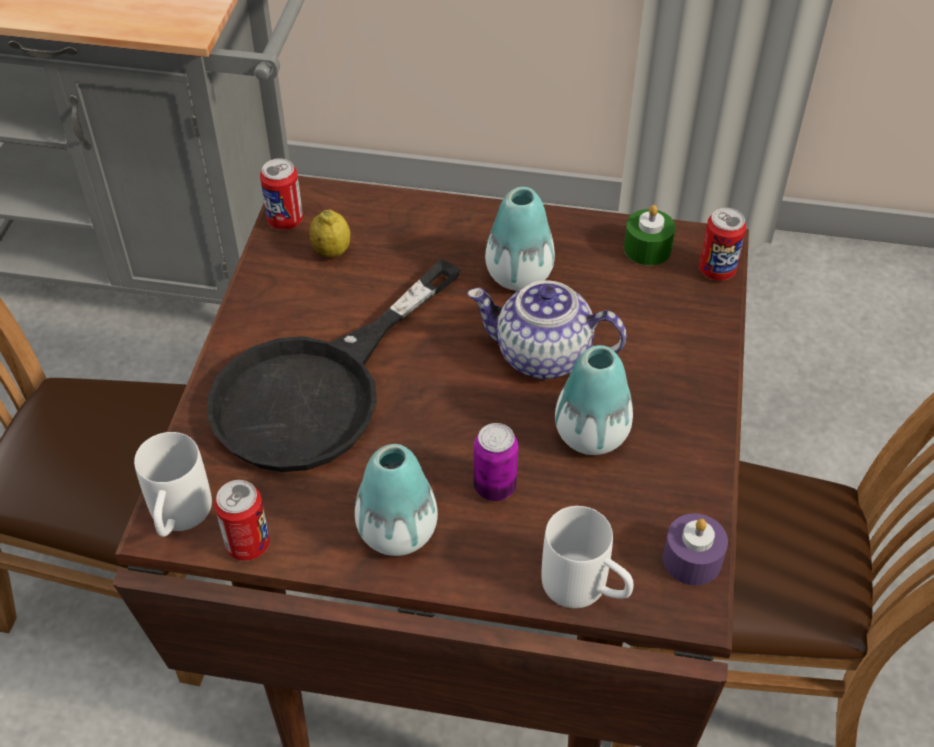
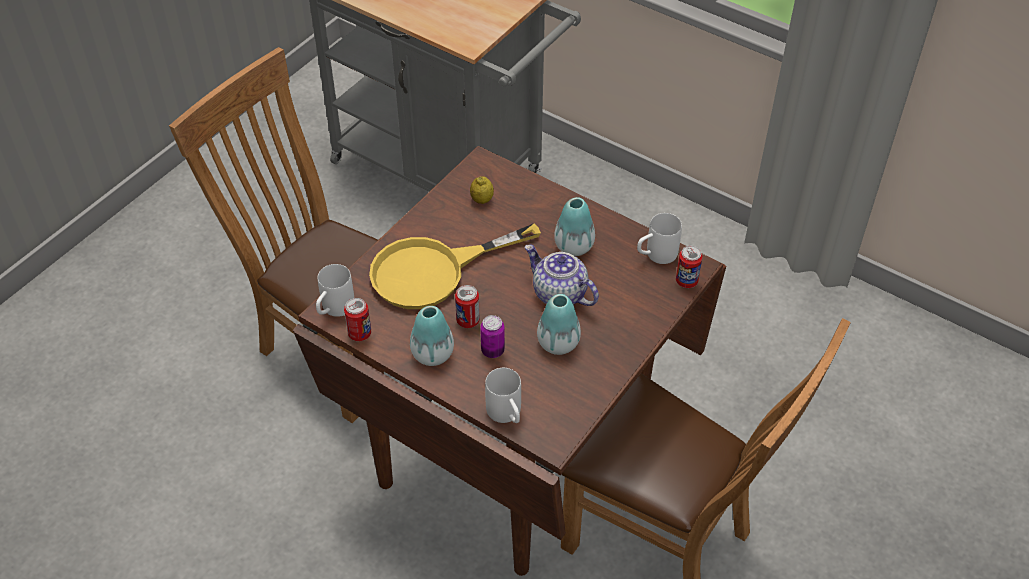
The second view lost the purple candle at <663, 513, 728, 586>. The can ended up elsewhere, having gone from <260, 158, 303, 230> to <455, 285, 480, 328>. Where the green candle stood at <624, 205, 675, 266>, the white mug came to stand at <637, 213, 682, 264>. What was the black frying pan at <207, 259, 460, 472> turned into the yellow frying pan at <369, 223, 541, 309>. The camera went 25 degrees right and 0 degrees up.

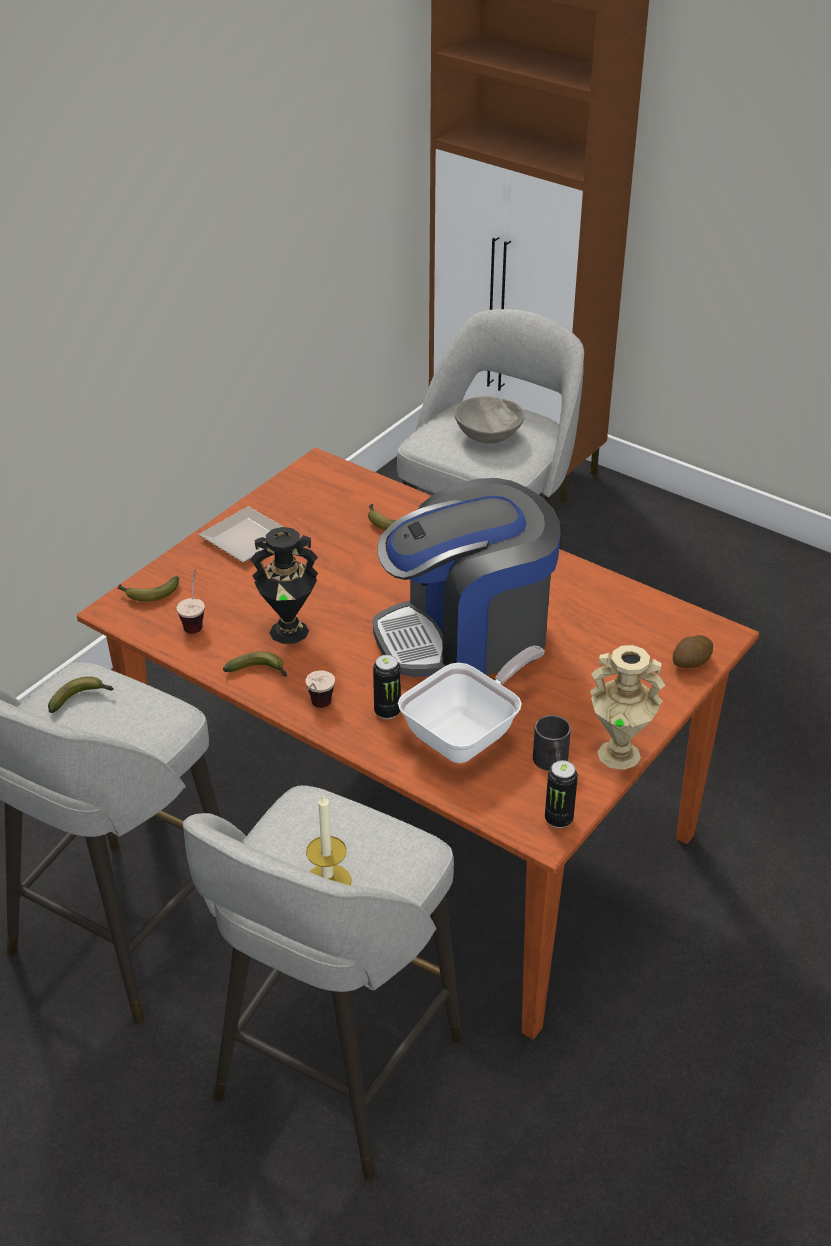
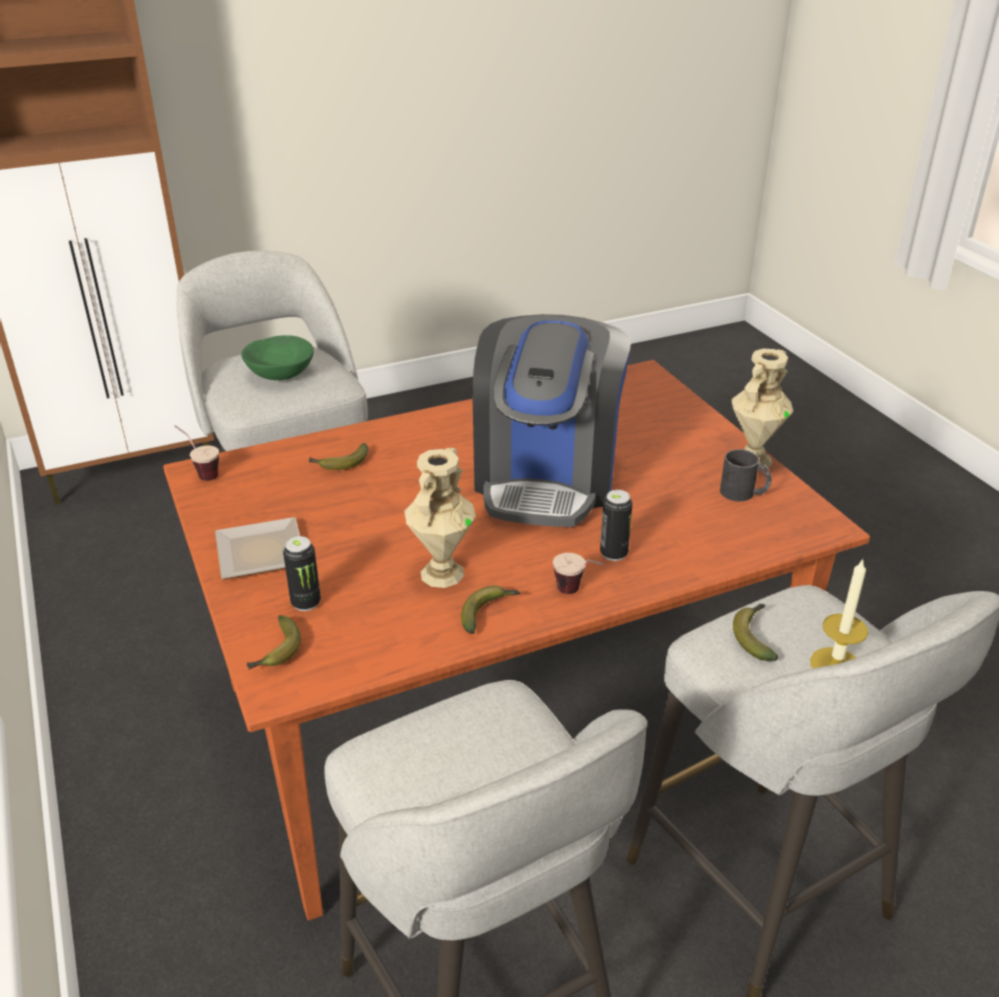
The second view lost the frying pan at <398, 646, 545, 763>. The second view lost the potato at <673, 635, 713, 668>. The banana ended up elsewhere, having gone from <48, 676, 113, 713> to <733, 604, 778, 661>. The cup ended up elsewhere, having gone from <177, 569, 205, 633> to <174, 425, 219, 481>. The can ended up elsewhere, having gone from <545, 760, 578, 828> to <283, 536, 321, 611>. What was the black vase at <250, 527, 318, 644> turned into the beige vase at <404, 448, 476, 588>. What was the grey bowl at <455, 396, 525, 443> turned into the green bowl at <241, 335, 314, 380>. The camera went 60 degrees left and 5 degrees down.

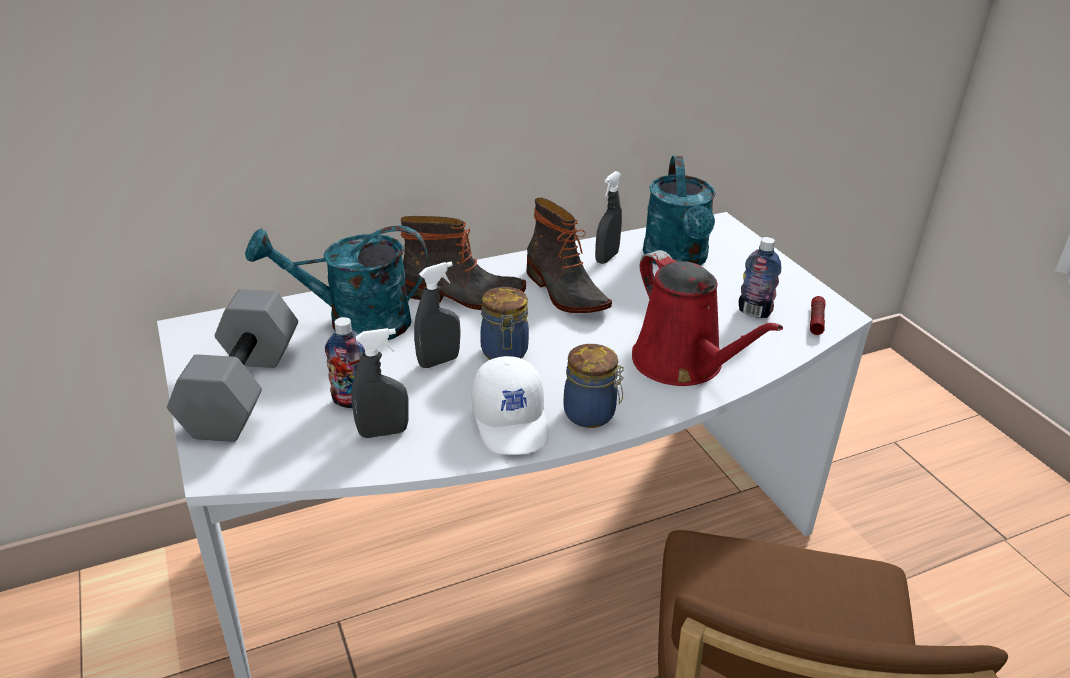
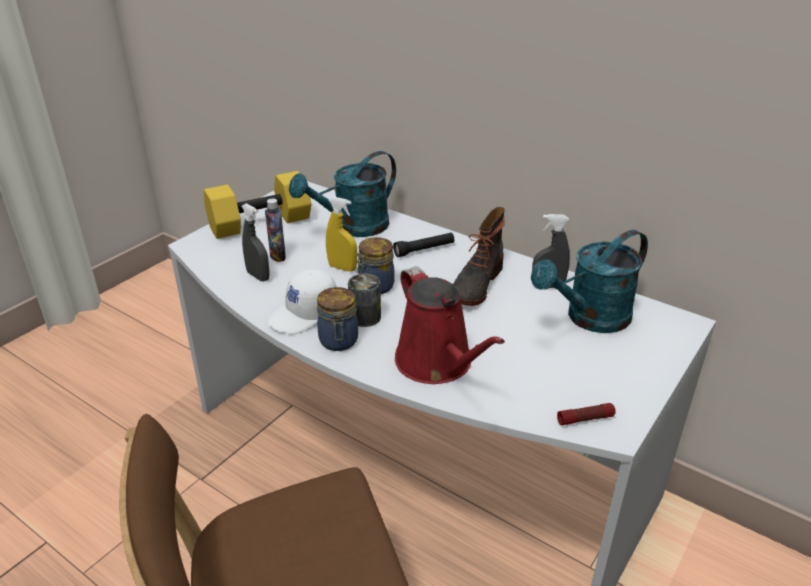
The second view lost the bottle at <739, 237, 781, 318>. The second view gained the can at <348, 273, 381, 327>. Where the boot stood at <401, 216, 526, 310>, the black flashlight came to stand at <393, 233, 454, 257>. What was the grey dumbbell at <167, 289, 298, 442> turned into the yellow dumbbell at <204, 171, 311, 239>. What was the grey spray bottle at <414, 262, 461, 368> turned into the yellow spray bottle at <326, 197, 357, 272>. The turquoise watering can at <245, 226, 428, 340> ended up facing another way, 90 degrees counterclockwise from before. The red watering can at <632, 250, 783, 386> ended up facing another way, 60 degrees counterclockwise from before. The camera went 60 degrees right and 0 degrees up.

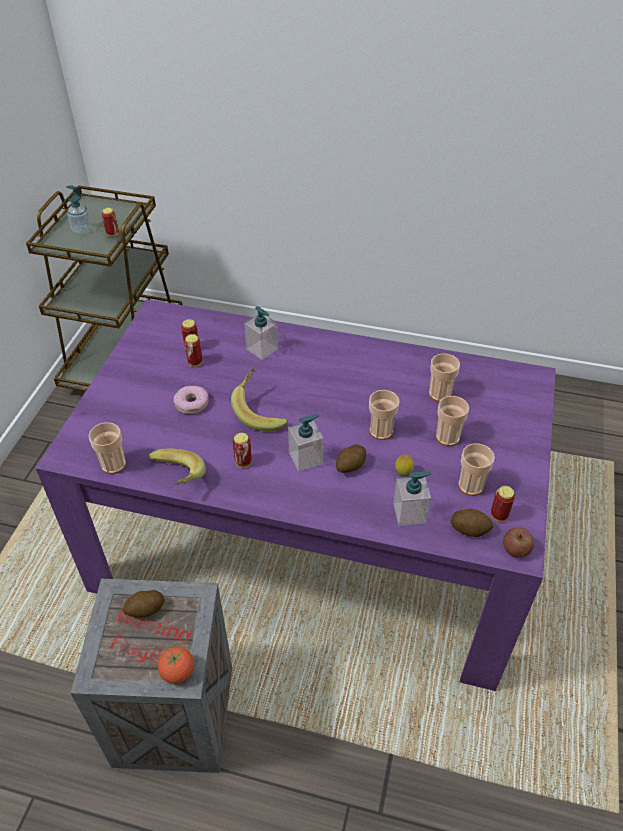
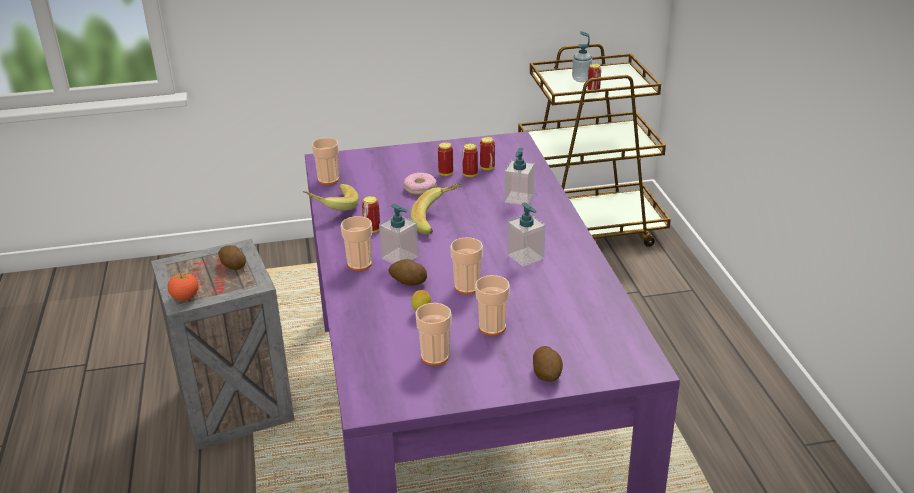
The second view lost the apple at <503, 527, 534, 558>. The soap dispenser ended up elsewhere, having gone from <393, 472, 431, 526> to <508, 202, 545, 266>. The cup ended up elsewhere, having gone from <429, 354, 460, 402> to <341, 216, 372, 271>. The potato ended up elsewhere, having gone from <451, 509, 493, 537> to <533, 346, 563, 381>. The can ended up elsewhere, having gone from <491, 486, 515, 522> to <438, 142, 453, 176>. The camera went 65 degrees right and 15 degrees down.

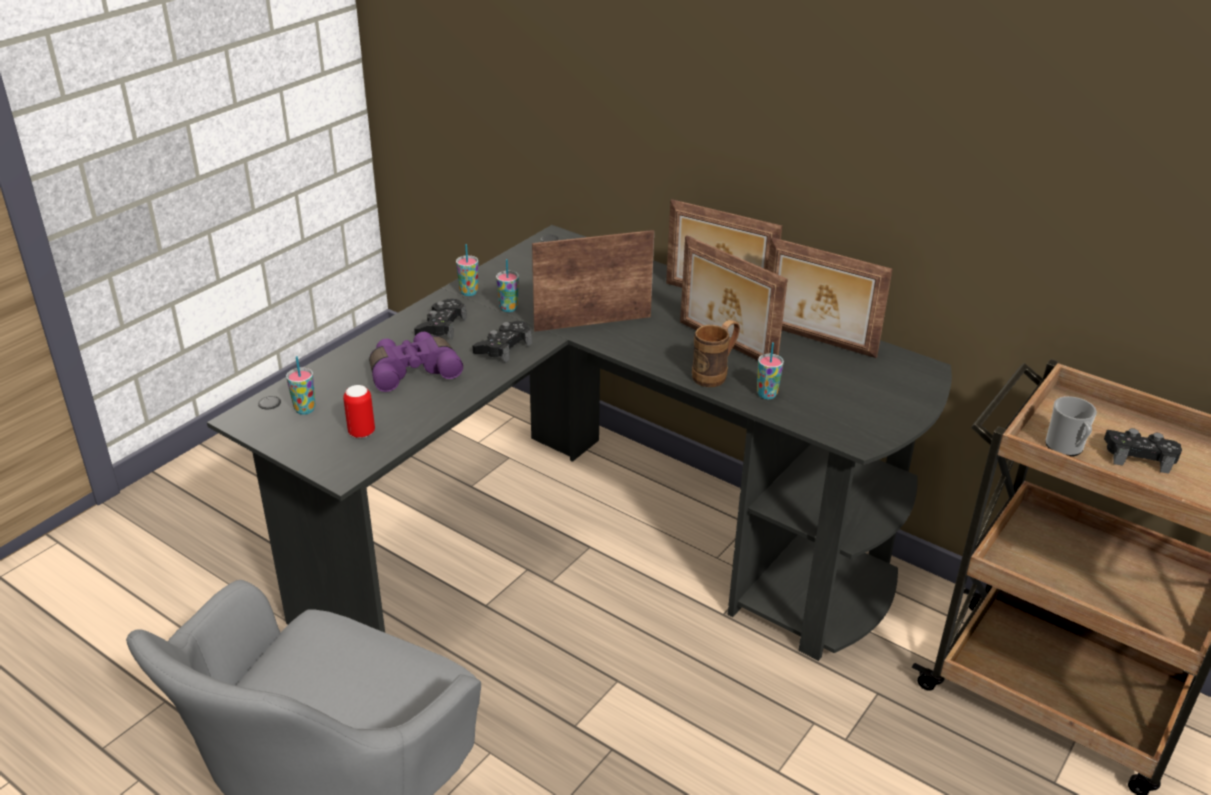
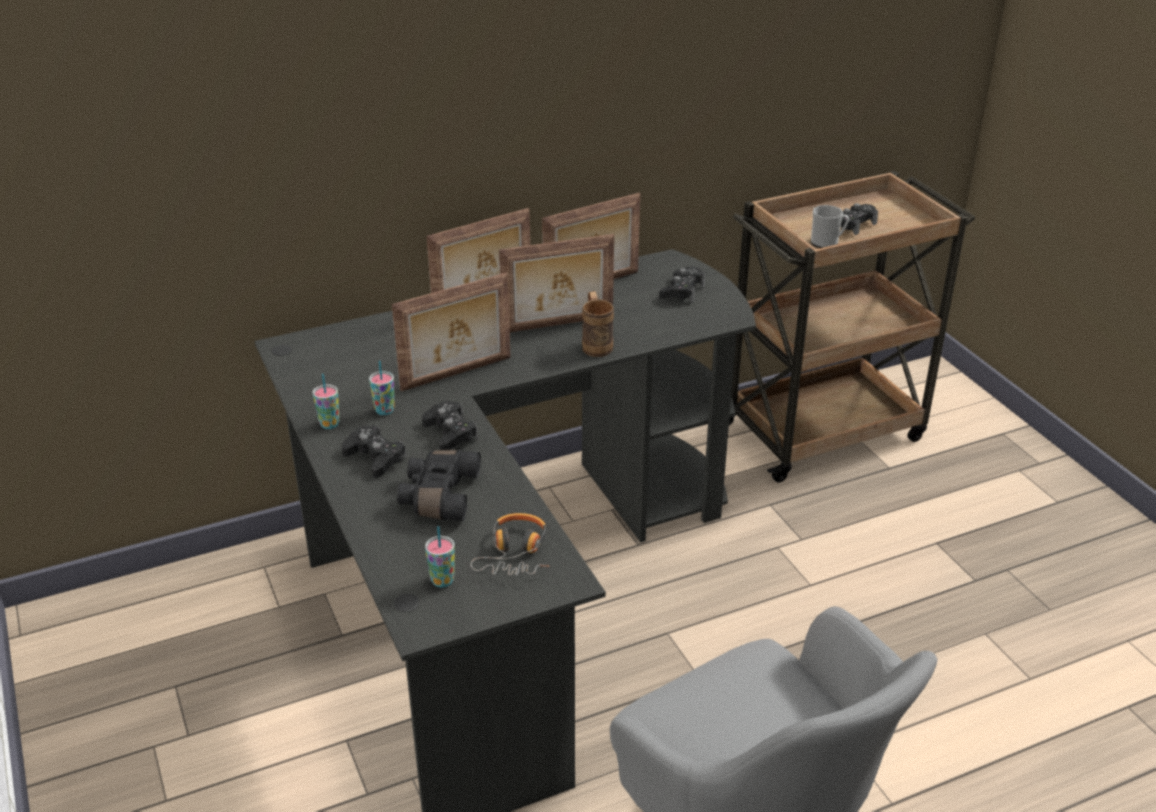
The second view lost the cup at <757, 342, 784, 399>. The second view gained the black game controller at <659, 267, 705, 303>. Where the can stood at <343, 385, 375, 438>, the headphones came to stand at <470, 513, 549, 575>. What was the purple binoculars at <369, 332, 463, 392> turned into the black binoculars at <397, 450, 481, 521>. The picture frame at <532, 230, 654, 332> ended up facing another way, 135 degrees counterclockwise from before. The camera went 60 degrees left and 0 degrees up.

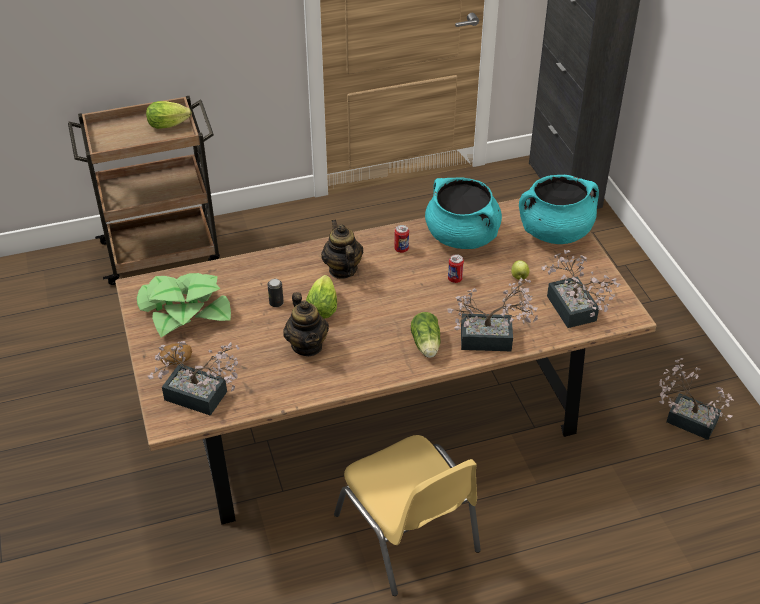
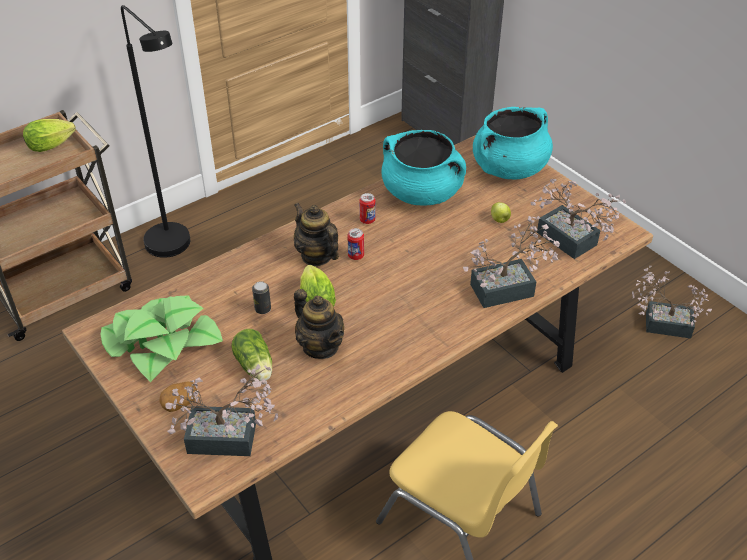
The second view gained the black floor lamp at <121, 5, 190, 258>. The lettuce ended up elsewhere, having gone from <411, 312, 441, 358> to <231, 329, 272, 381>. The can ended up elsewhere, having gone from <448, 254, 464, 283> to <347, 228, 364, 260>. The camera went 20 degrees left and 0 degrees up.

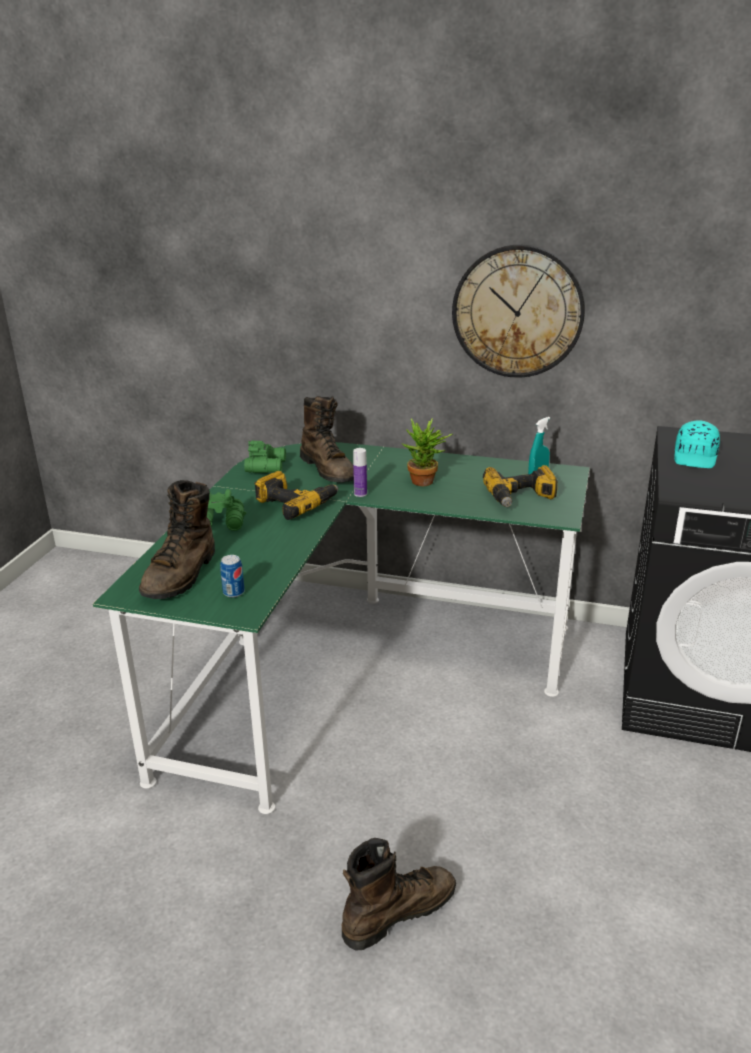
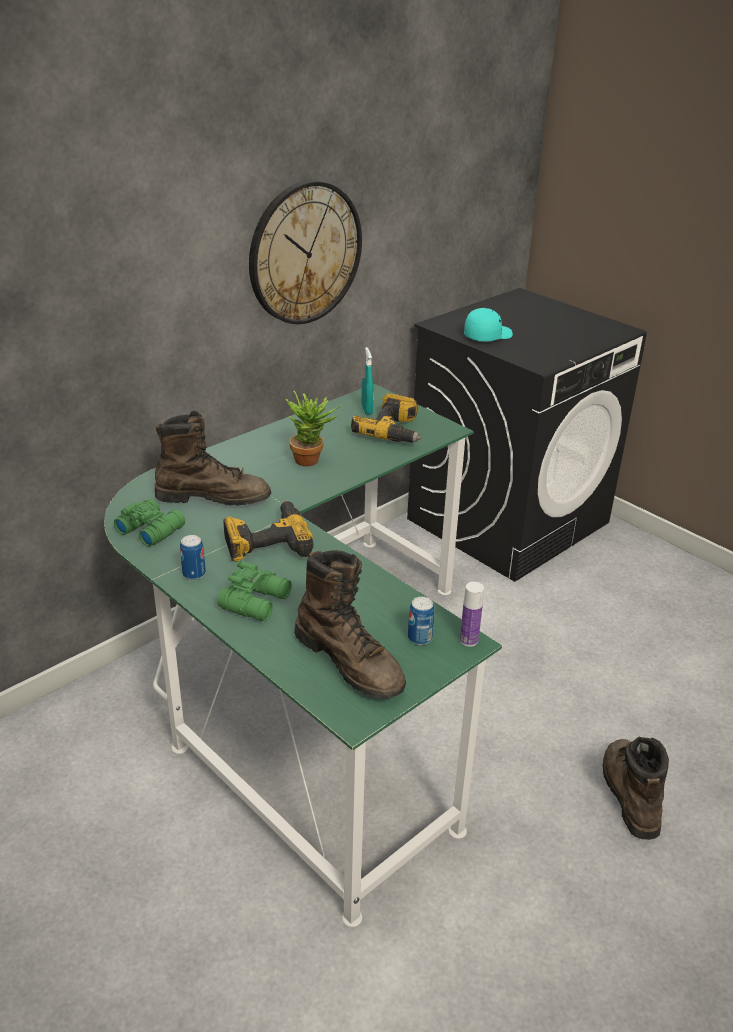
The second view gained the can at <180, 535, 206, 580>. The bottle ended up elsewhere, having gone from <353, 448, 367, 497> to <460, 582, 484, 647>. The turquoise cap at <674, 420, 720, 468> ended up facing another way, 90 degrees counterclockwise from before. The camera went 60 degrees left and 5 degrees up.

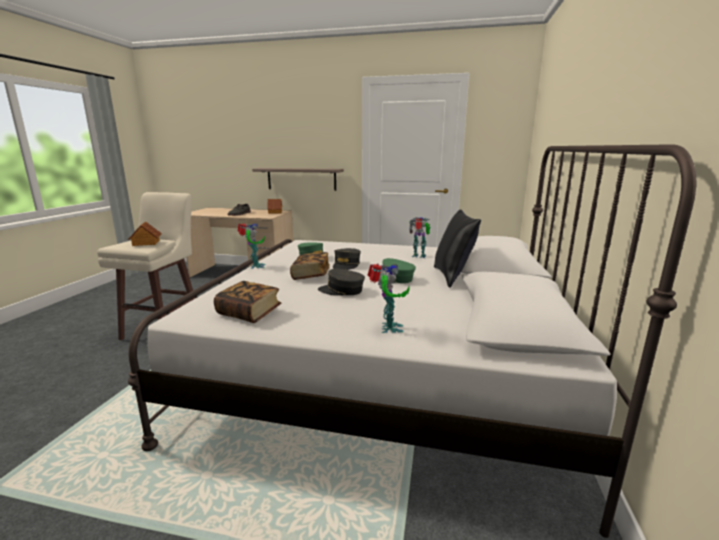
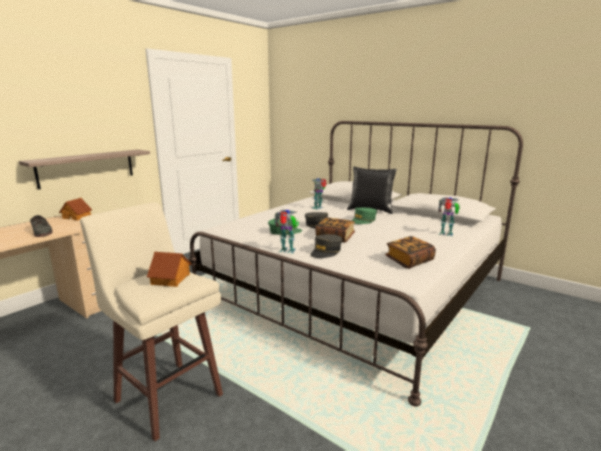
The grey cap ended up elsewhere, having gone from <318, 269, 365, 296> to <310, 234, 342, 258>. The camera went 65 degrees left and 0 degrees up.

